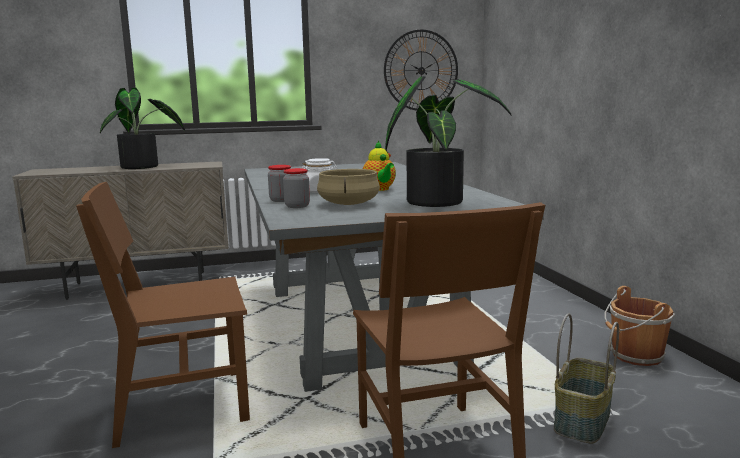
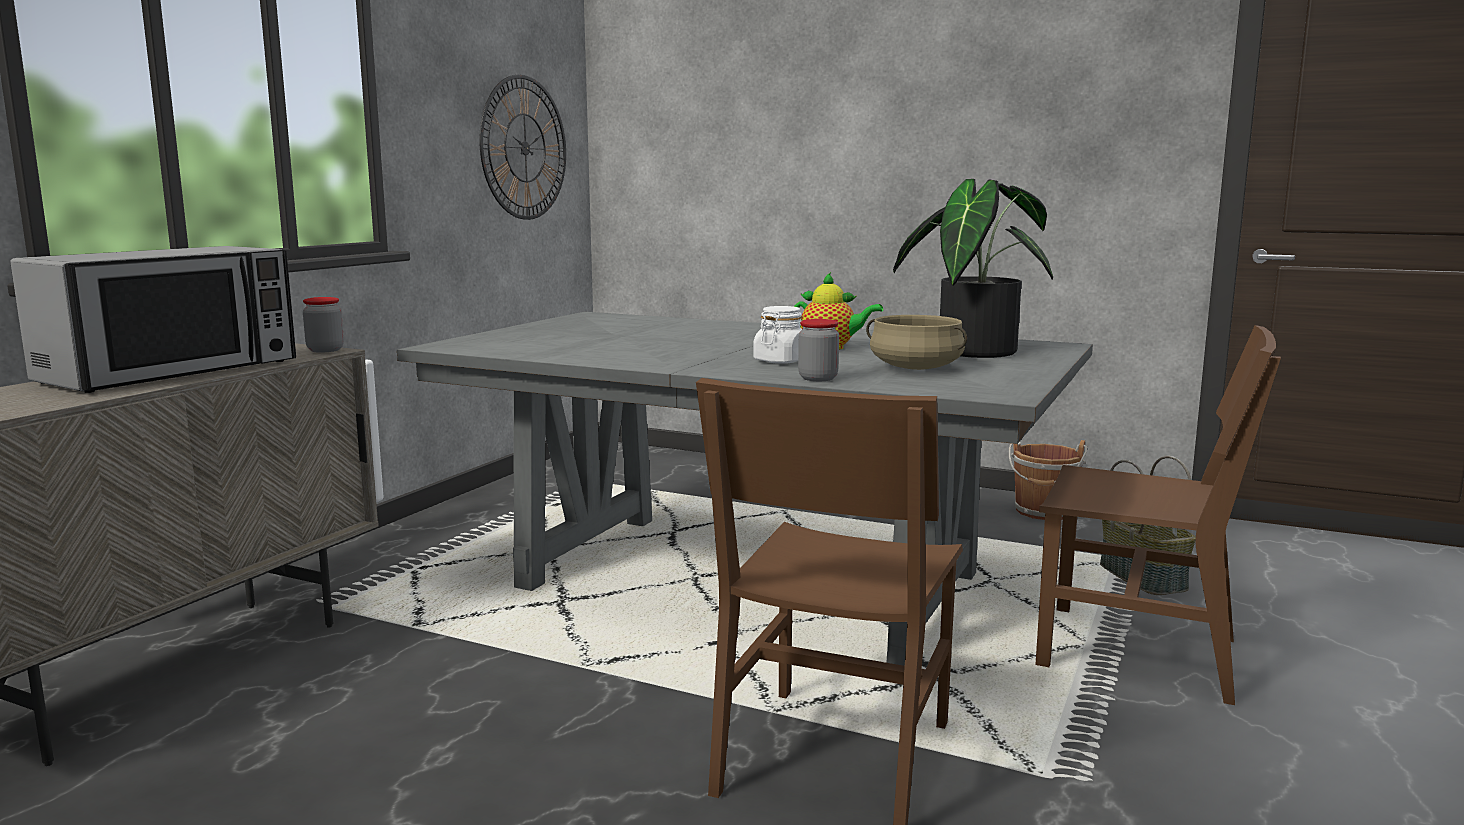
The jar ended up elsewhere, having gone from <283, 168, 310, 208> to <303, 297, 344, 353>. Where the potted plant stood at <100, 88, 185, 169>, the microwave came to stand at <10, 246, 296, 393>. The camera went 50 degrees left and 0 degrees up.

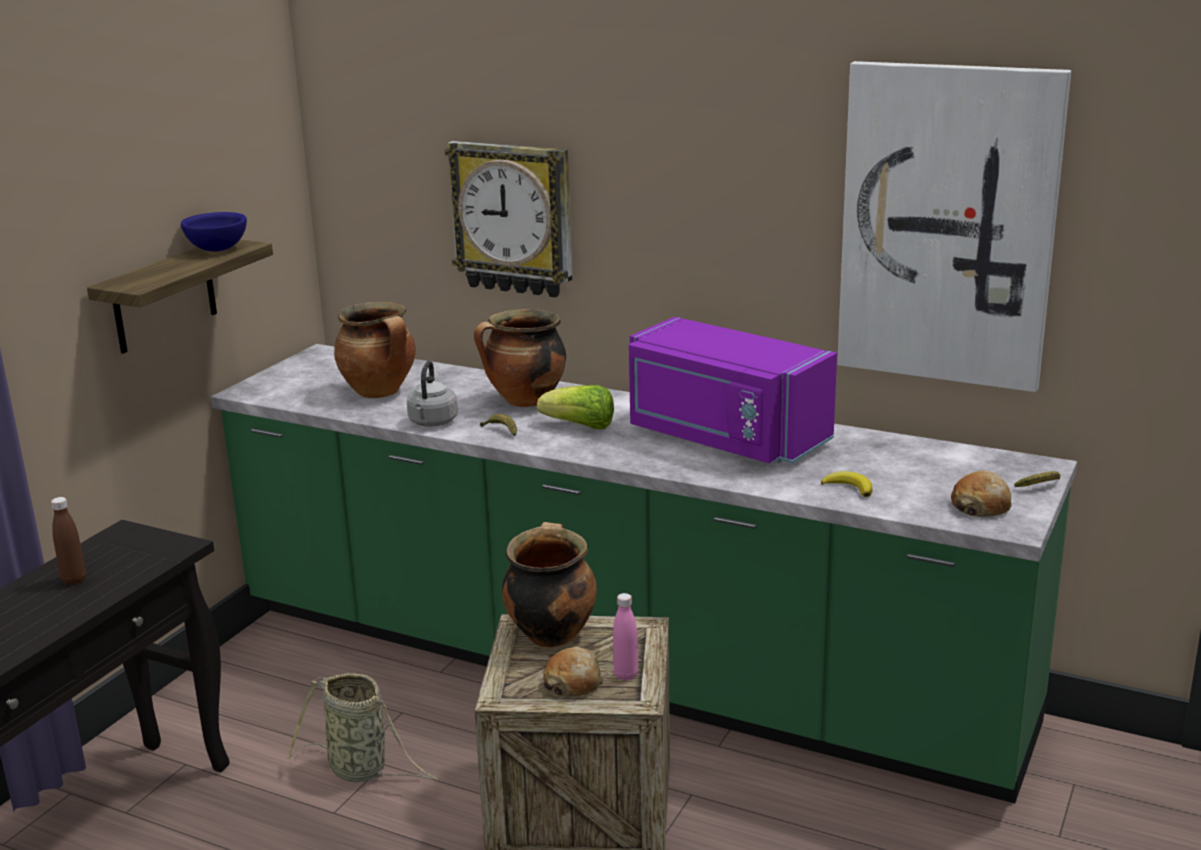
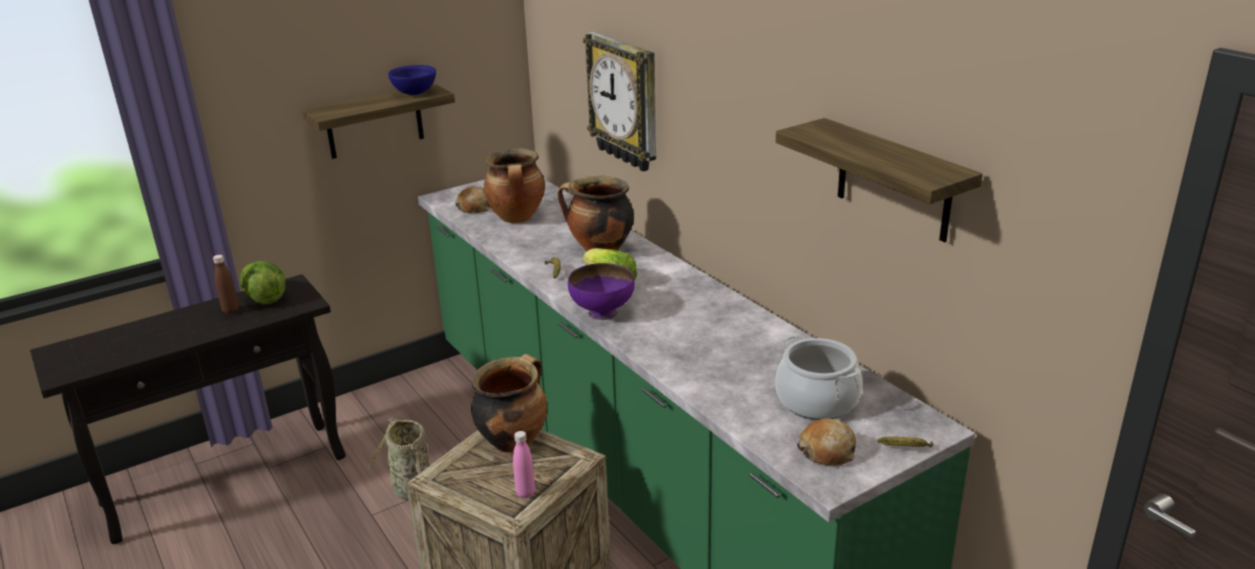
The second view lost the grey kettle at <407, 361, 458, 427>. The second view lost the purple microwave at <629, 317, 837, 463>. The second view lost the banana at <821, 471, 872, 497>. The second view gained the lettuce at <240, 261, 286, 304>. The second view gained the purple bowl at <568, 263, 635, 320>. The second view gained the cooking pot at <775, 334, 862, 420>. The bread ended up elsewhere, having gone from <544, 646, 603, 697> to <455, 186, 490, 213>. Where the picture hung at <837, 61, 1071, 392>, the shelf came to hang at <776, 118, 983, 242>. The camera went 30 degrees right and 5 degrees up.

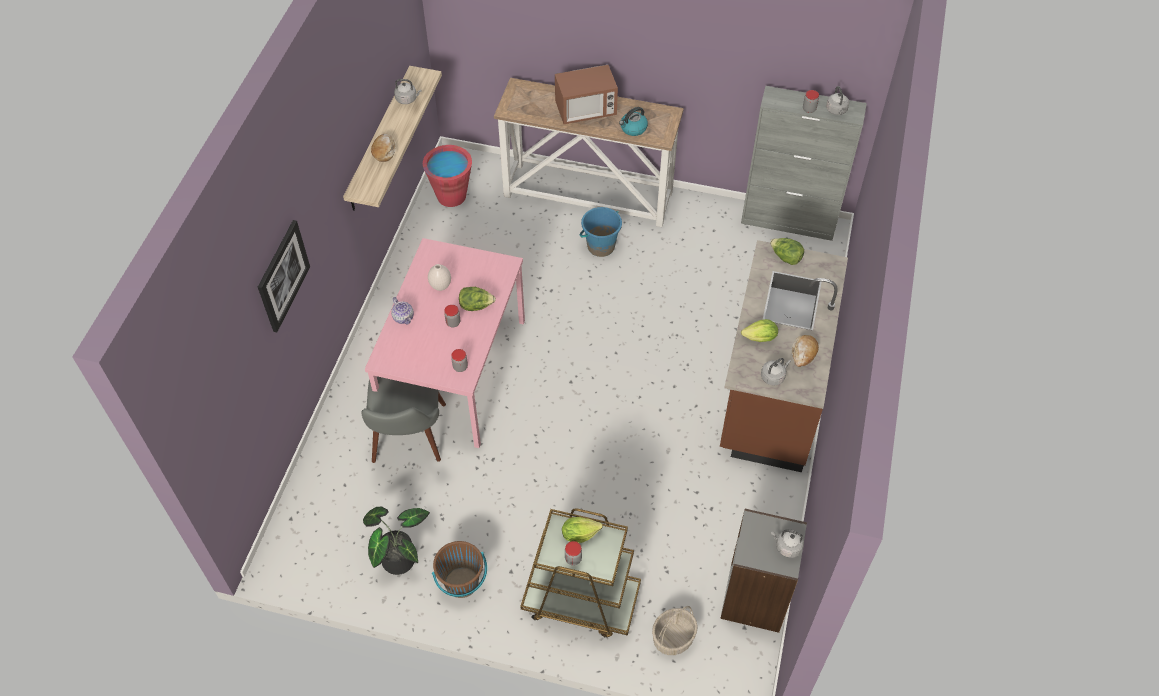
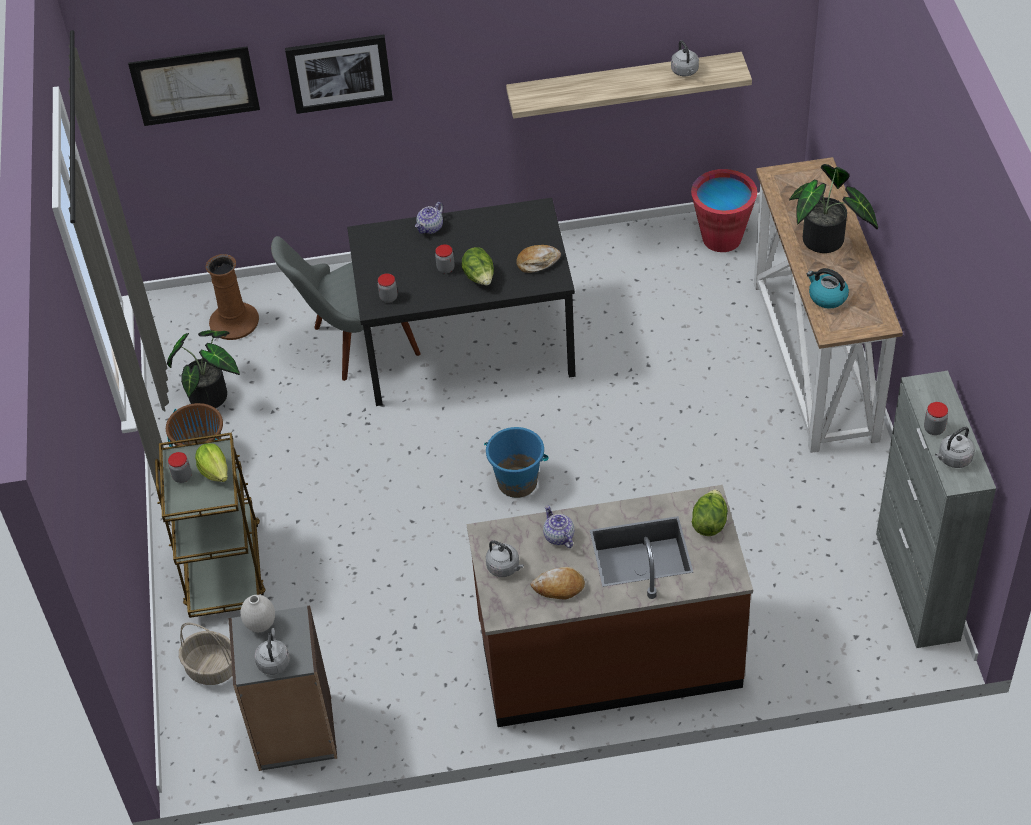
The second view gained the picture at <128, 46, 260, 126>. The second view gained the brown vase at <206, 254, 259, 340>. The bread ended up elsewhere, having gone from <371, 134, 396, 162> to <516, 245, 561, 273>. The white vase ended up elsewhere, having gone from <428, 264, 451, 291> to <240, 595, 275, 632>. The blue bucket ended up elsewhere, having gone from <580, 207, 622, 257> to <484, 427, 549, 498>. Where the microwave stood at <555, 65, 618, 124>, the potted plant came to stand at <789, 164, 878, 253>. Where the lettuce stood at <741, 319, 778, 342>, the teapot came to stand at <543, 505, 575, 548>. What was the pink dining table at <365, 238, 525, 448> turned into the black dining table at <347, 198, 576, 406>. The camera went 70 degrees right and 5 degrees down.

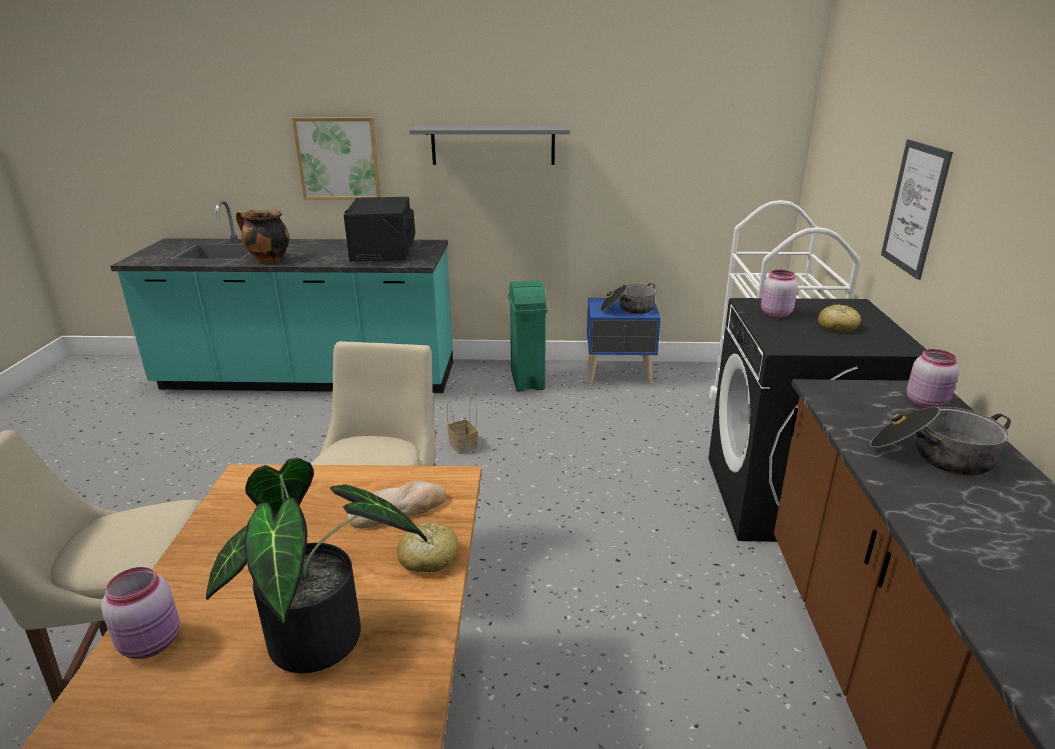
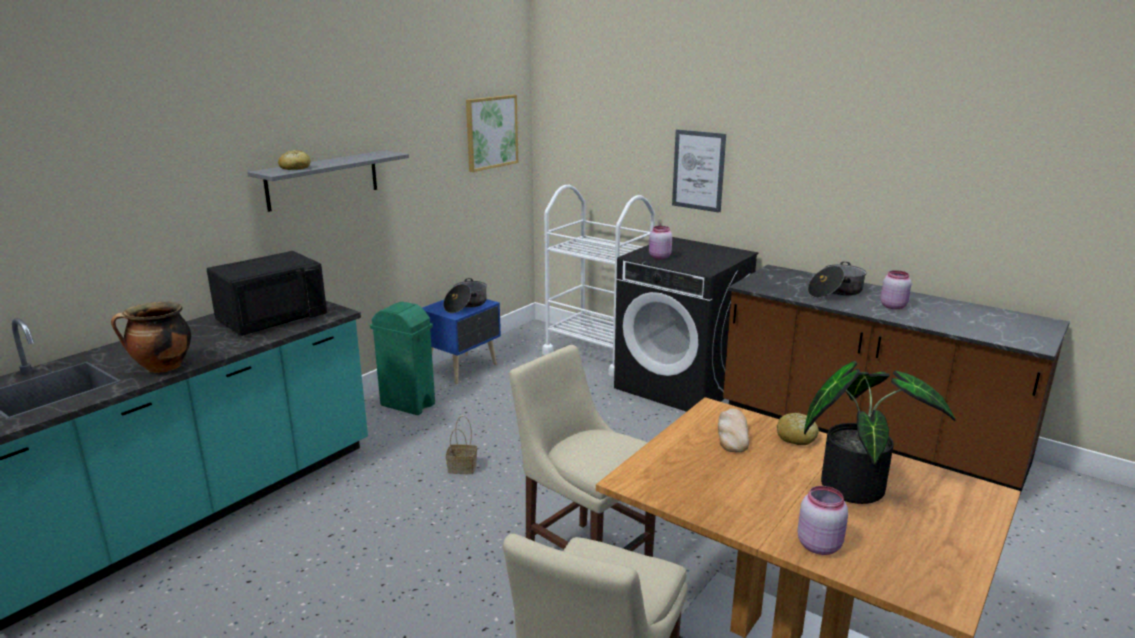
The picture ended up elsewhere, having gone from <292, 117, 381, 200> to <466, 95, 518, 172>. The bread ended up elsewhere, having gone from <818, 305, 861, 332> to <278, 150, 311, 170>. The pink jar ended up elsewhere, having gone from <907, 349, 959, 408> to <880, 270, 912, 309>. The black microwave at <344, 197, 415, 262> ended up facing another way, 75 degrees counterclockwise from before. The camera went 55 degrees left and 5 degrees down.

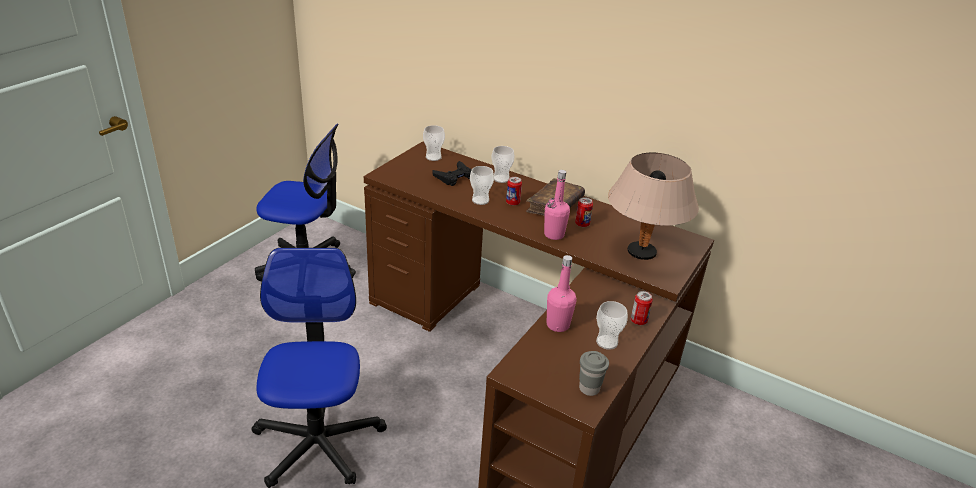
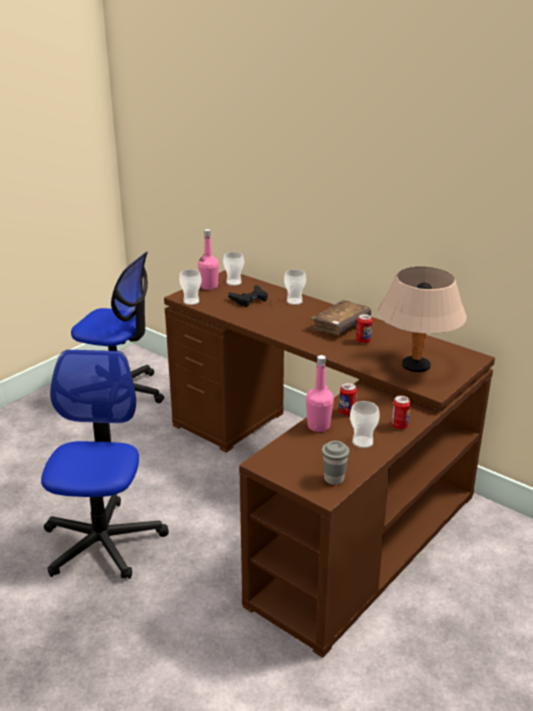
The cup ended up elsewhere, having gone from <470, 166, 494, 205> to <179, 269, 202, 305>. The can ended up elsewhere, having gone from <506, 177, 522, 206> to <339, 383, 357, 416>. The pink bottle ended up elsewhere, having gone from <544, 170, 570, 240> to <198, 229, 219, 290>. The camera went 10 degrees right and 5 degrees down.

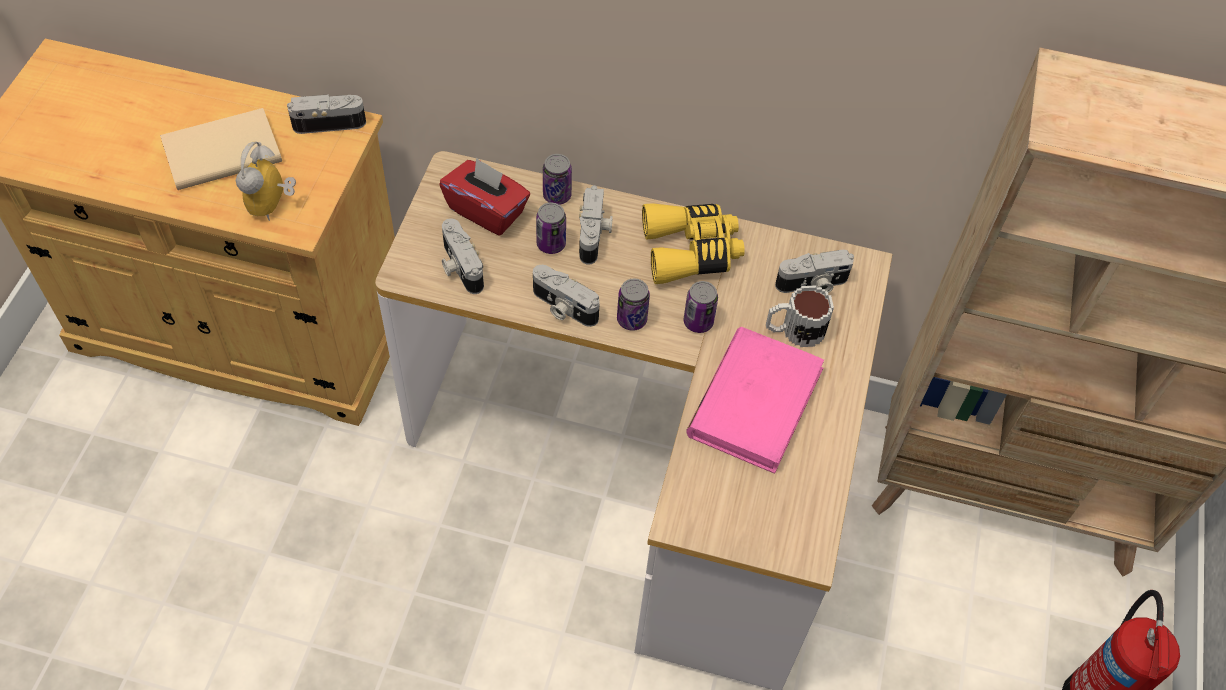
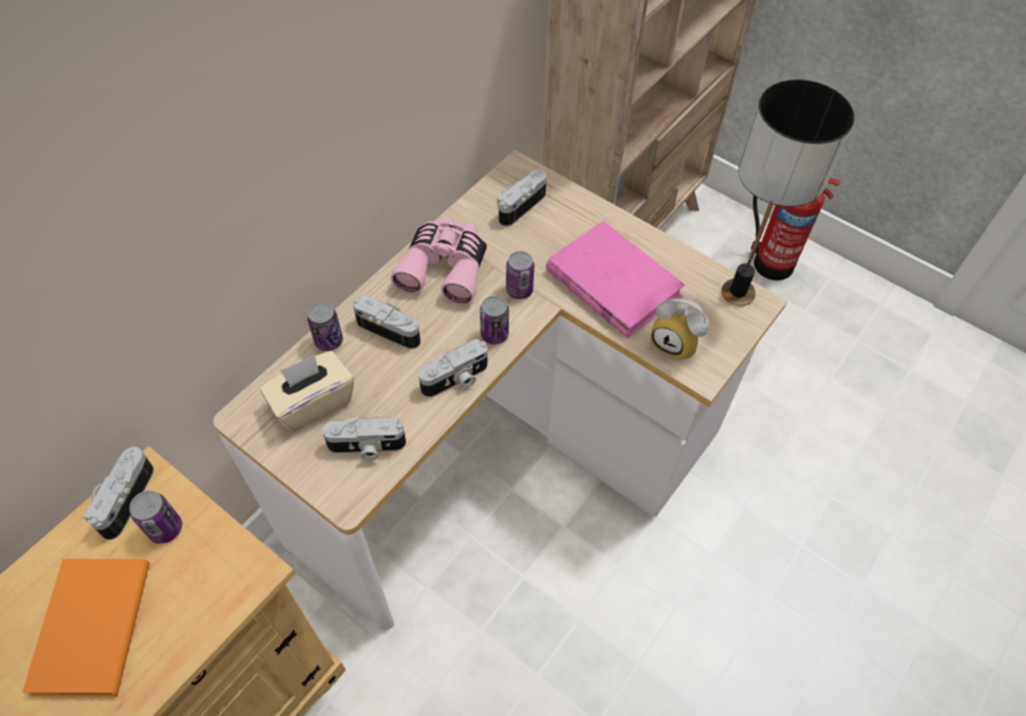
The second view lost the mug at <766, 285, 834, 347>. The second view gained the table lamp at <722, 79, 854, 306>. The alarm clock ended up elsewhere, having gone from <235, 142, 296, 221> to <650, 299, 710, 361>. The can ended up elsewhere, having gone from <536, 203, 566, 254> to <129, 490, 182, 544>. What was the beige book at <160, 108, 282, 190> turned into the orange book at <22, 559, 150, 696>. What was the red tissue box at <439, 157, 530, 236> turned into the beige tissue box at <260, 351, 354, 432>. What was the yellow binoculars at <642, 203, 745, 284> turned into the pink binoculars at <391, 218, 487, 305>. The photo camera at <775, 250, 854, 293> ended up facing another way, 150 degrees counterclockwise from before. The camera went 65 degrees left and 0 degrees up.

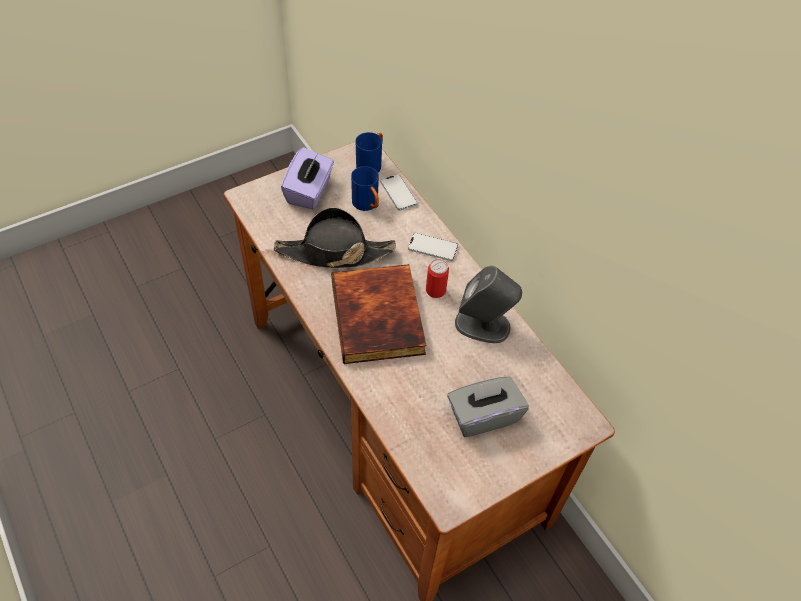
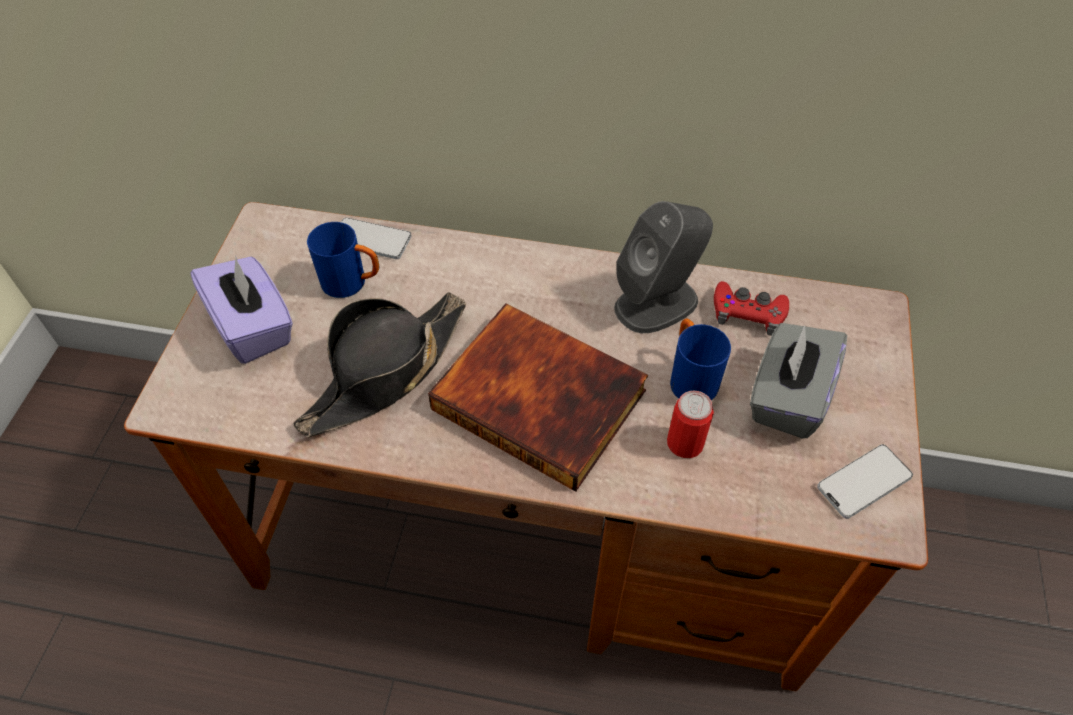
The second view gained the red game controller at <714, 281, 789, 336>. The blue mug ended up elsewhere, having gone from <356, 132, 383, 172> to <670, 319, 731, 401>. The phone ended up elsewhere, having gone from <408, 233, 458, 261> to <817, 444, 913, 519>. The can ended up elsewhere, having gone from <426, 259, 449, 298> to <667, 391, 714, 458>. The camera went 45 degrees left and 0 degrees up.

